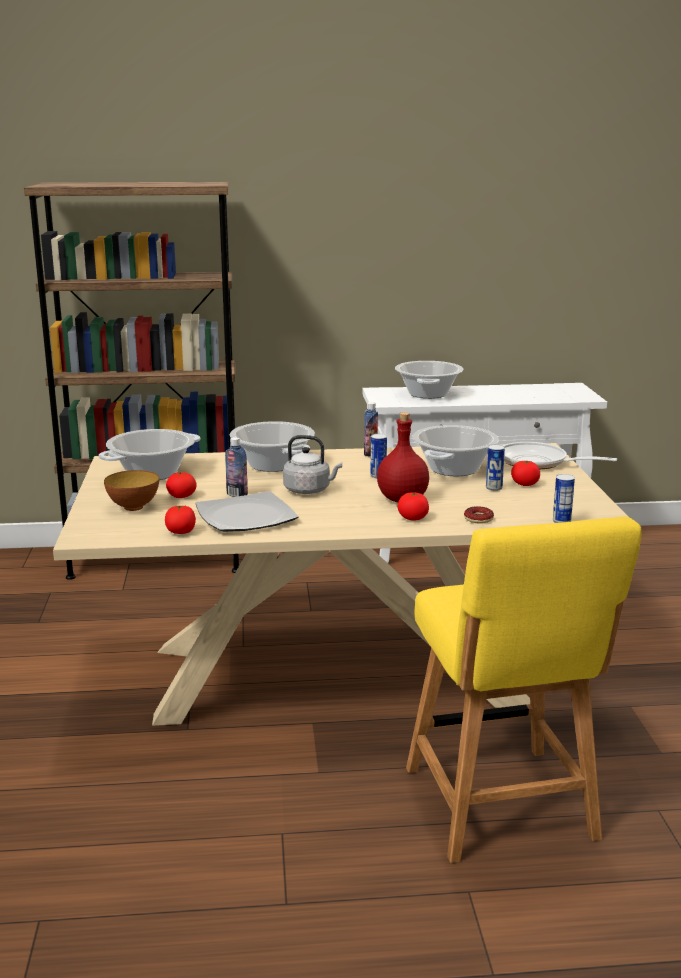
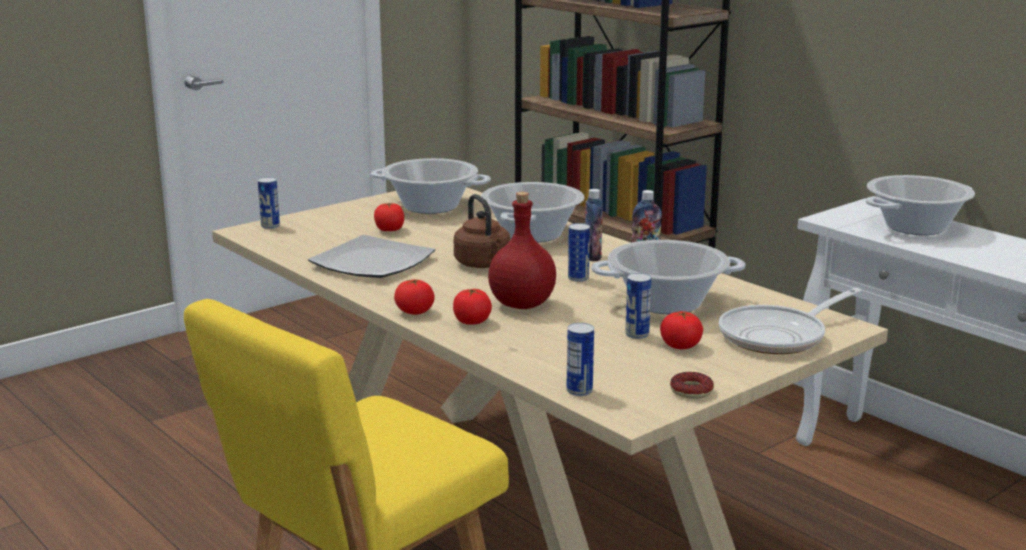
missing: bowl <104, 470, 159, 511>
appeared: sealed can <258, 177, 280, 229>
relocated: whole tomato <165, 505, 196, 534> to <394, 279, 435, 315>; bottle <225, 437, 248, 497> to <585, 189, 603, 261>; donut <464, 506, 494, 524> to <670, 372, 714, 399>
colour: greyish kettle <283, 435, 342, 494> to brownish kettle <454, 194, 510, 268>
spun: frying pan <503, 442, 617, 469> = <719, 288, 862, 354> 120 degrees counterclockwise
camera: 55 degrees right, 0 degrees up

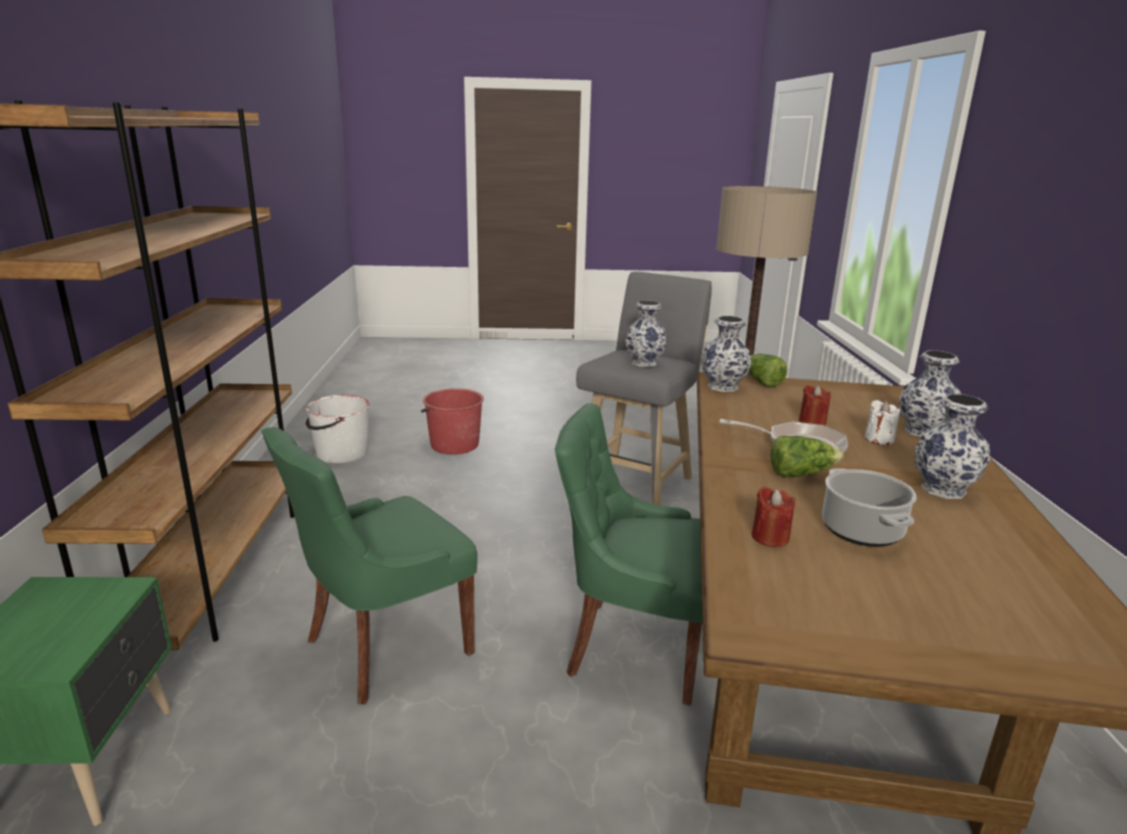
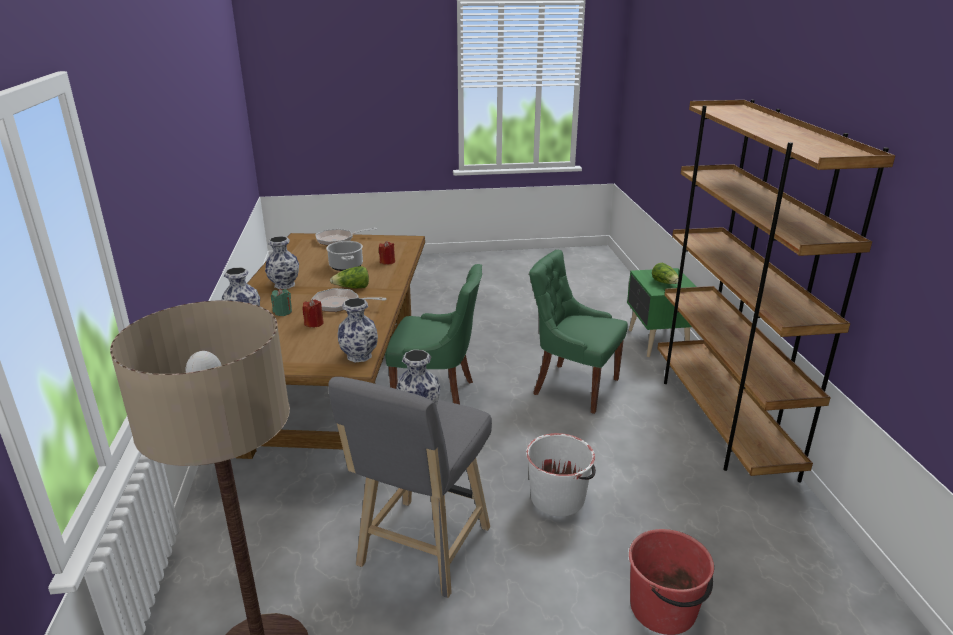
appeared: frying pan <315, 228, 377, 246>
relocated: white-coloured bucket <306, 395, 370, 463> to <526, 433, 596, 517>; lettuce <749, 354, 787, 387> to <652, 263, 679, 284>
colour: white-coloured wax candle <865, 400, 900, 445> to green wax candle <271, 289, 292, 316>
spun: green chair <262, 427, 478, 704> = <529, 250, 628, 414> 105 degrees counterclockwise
camera: 175 degrees right, 5 degrees up

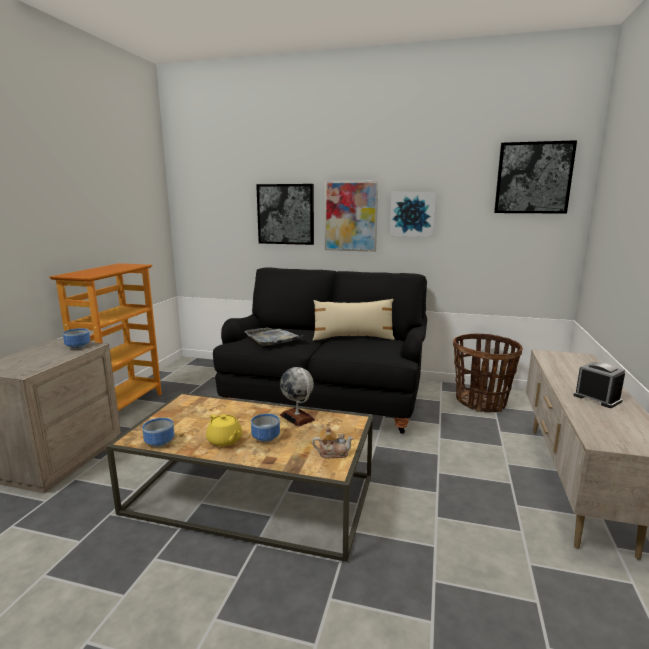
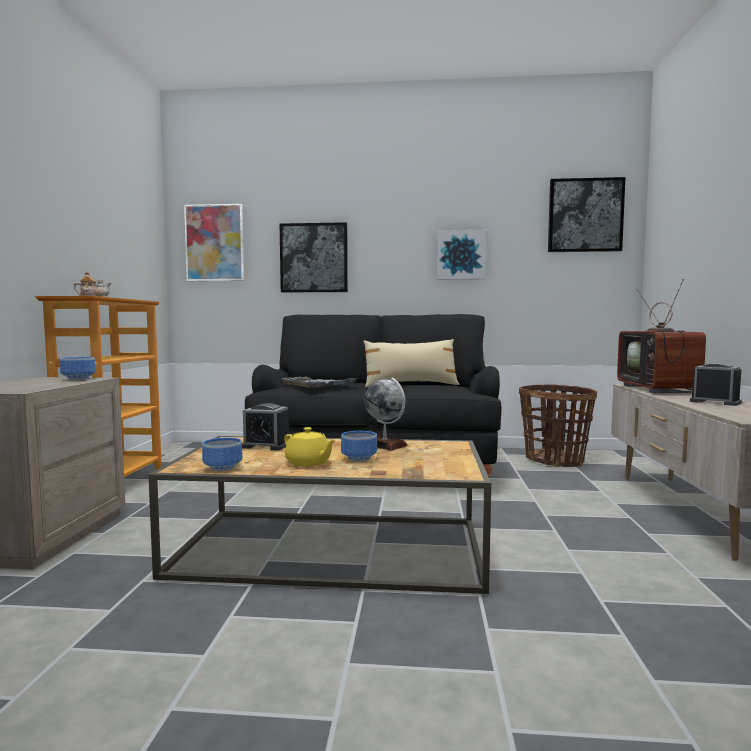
appeared: alarm clock <242, 403, 289, 450>; television <617, 279, 706, 393>
relocated: pot for tea <312, 426, 354, 459> to <73, 271, 111, 297>; picture <325, 181, 378, 252> to <184, 204, 244, 281>
camera: 10 degrees left, 10 degrees down

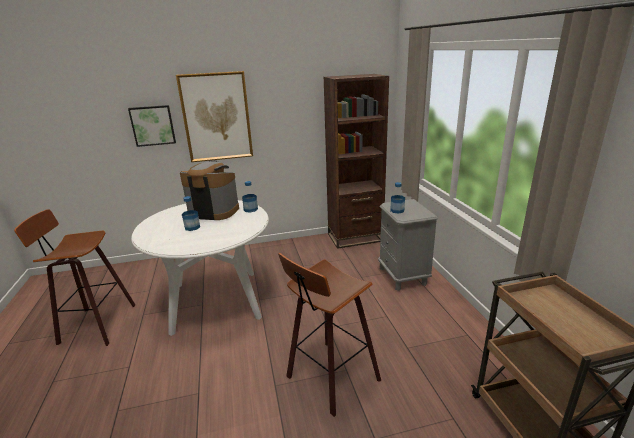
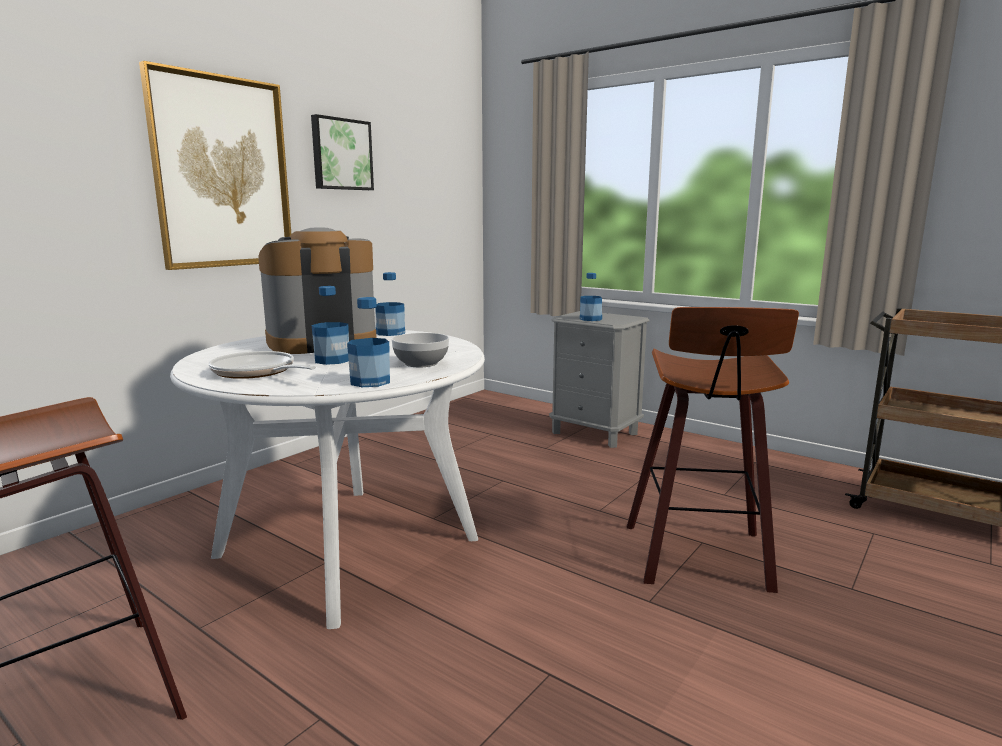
missing: brownish bookshelf <323, 74, 389, 249>
appeared: frying pan <209, 351, 316, 379>; bottle <347, 297, 390, 387>; bowl <392, 333, 449, 367>
relocated: picture <128, 105, 176, 147> to <311, 114, 374, 190>
camera: 40 degrees left, 10 degrees down

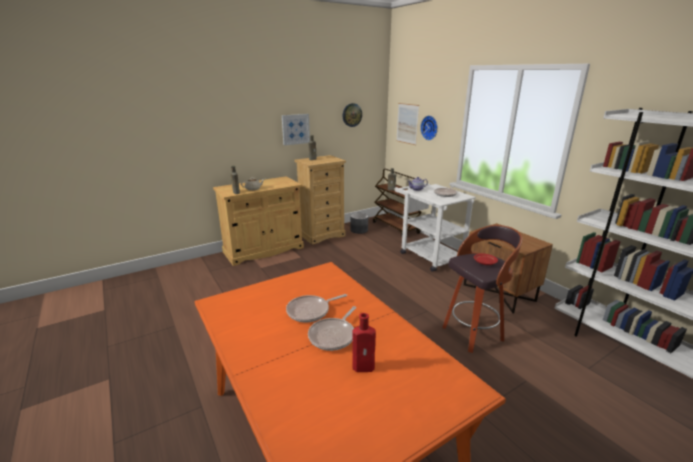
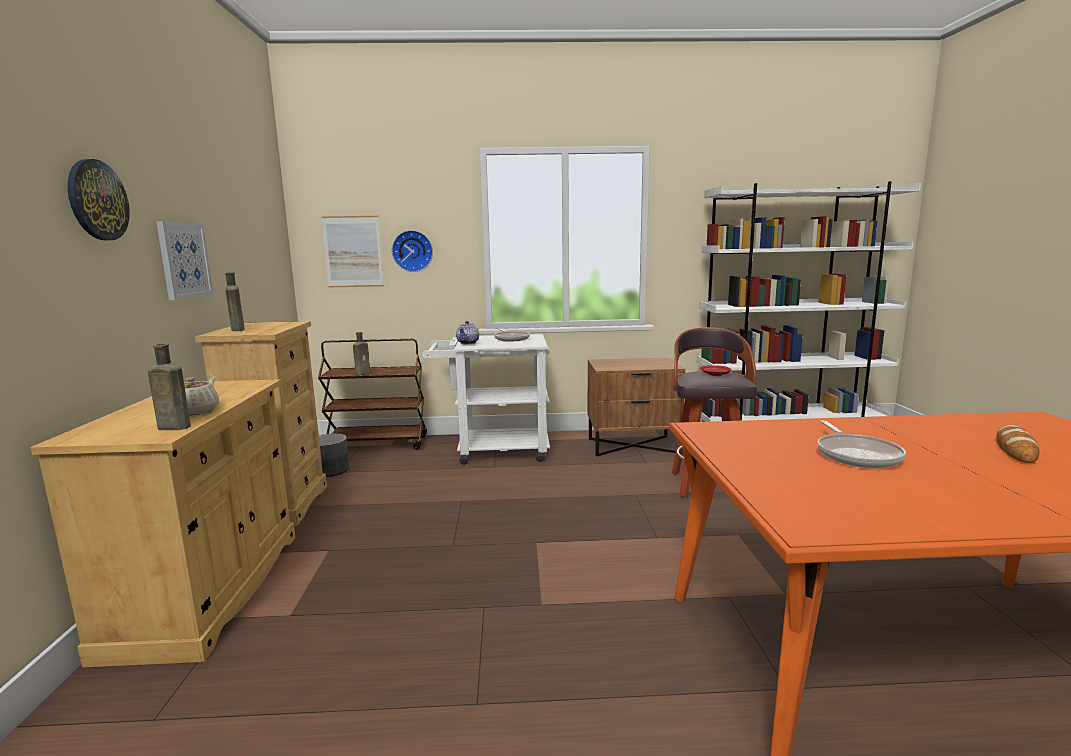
missing: frying pan <308, 306, 356, 351>
relocated: wall clock <343, 103, 362, 127> to <67, 159, 130, 240>
exchanged: red bottle <352, 313, 376, 372> to baked bread <996, 425, 1040, 463>
camera: 60 degrees left, 10 degrees down

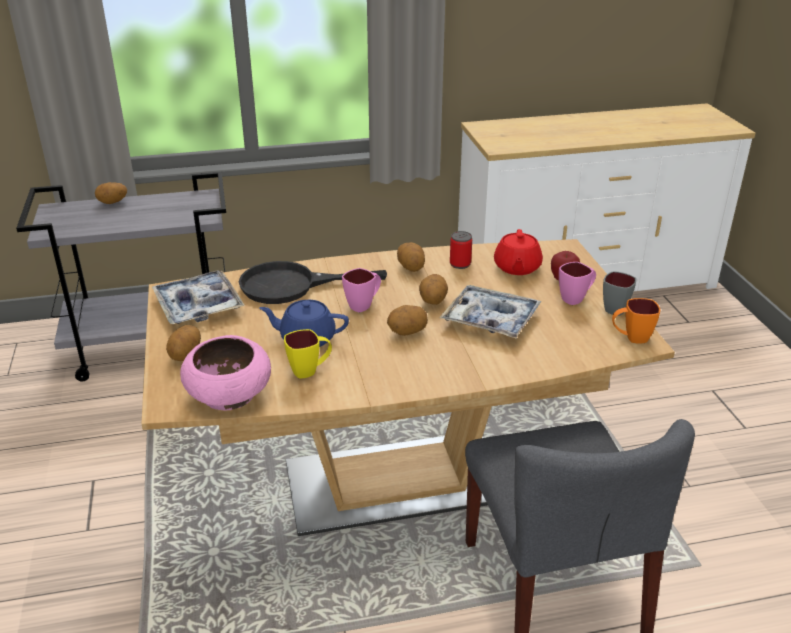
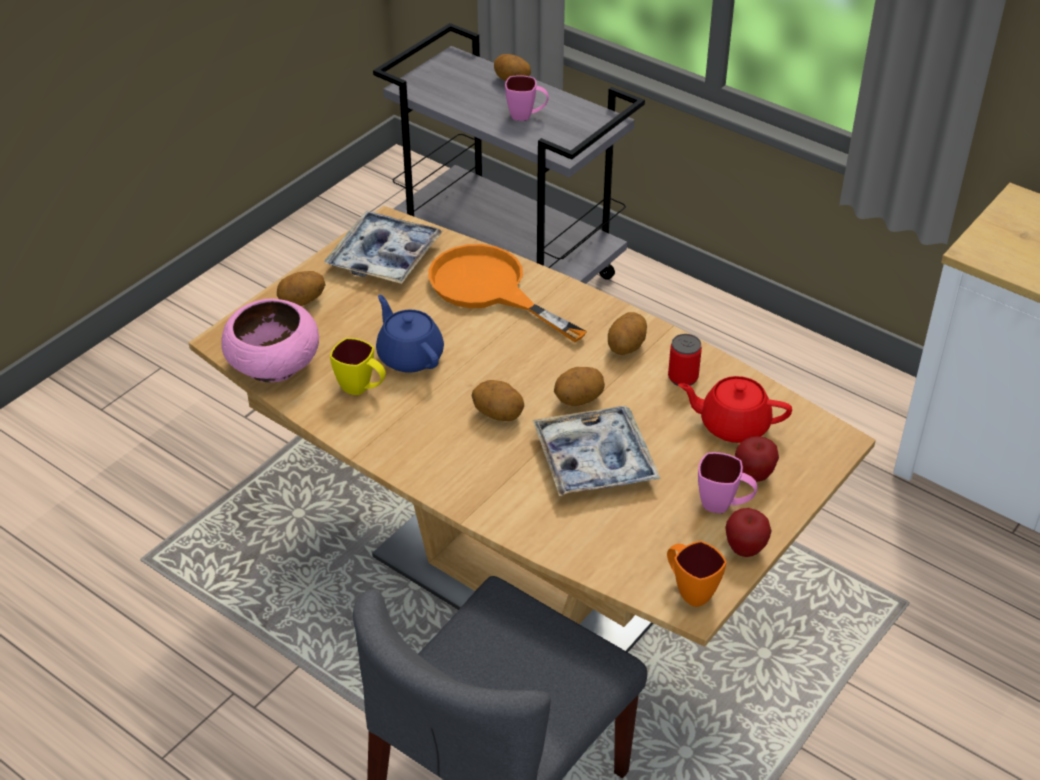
relocated: pink mug <342, 268, 381, 312> to <505, 75, 549, 121>
exchanged: greyish mug <603, 271, 636, 316> to apple fruit <725, 508, 771, 557>
colour: black frying pan <238, 261, 387, 304> to orange-coloured frying pan <429, 244, 587, 342>
spun: red pot for tea <494, 229, 543, 275> = <678, 376, 792, 443> 45 degrees clockwise
camera: 50 degrees right, 10 degrees up

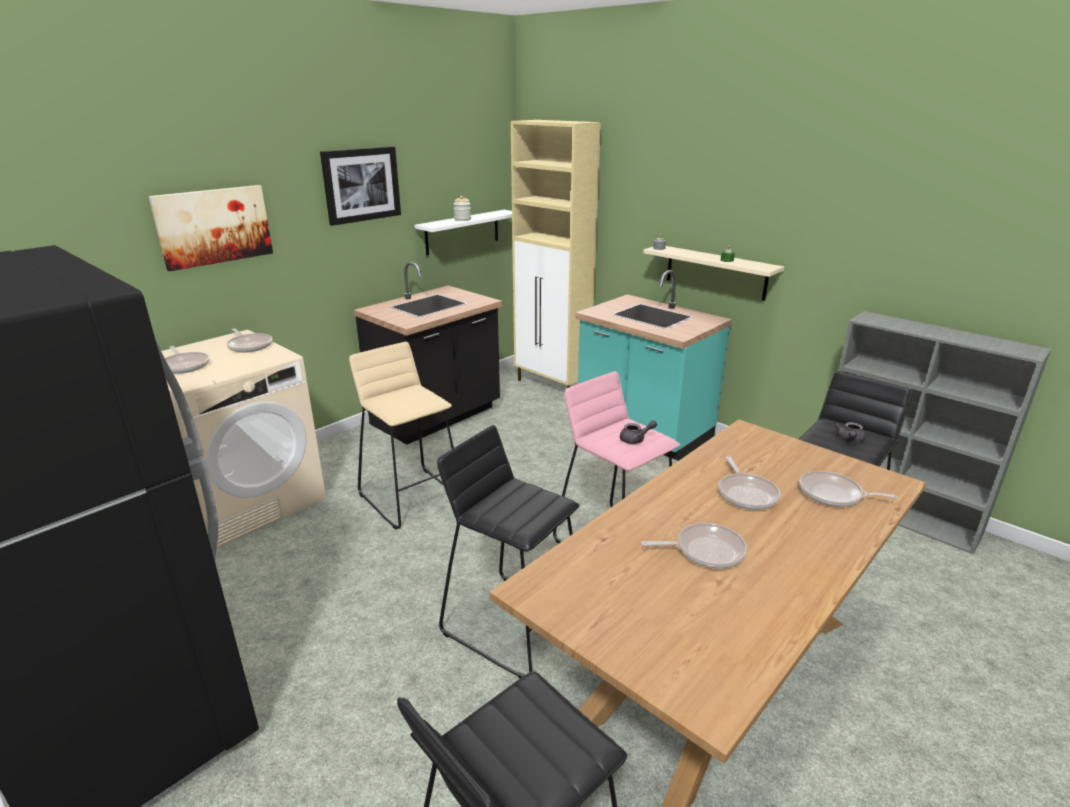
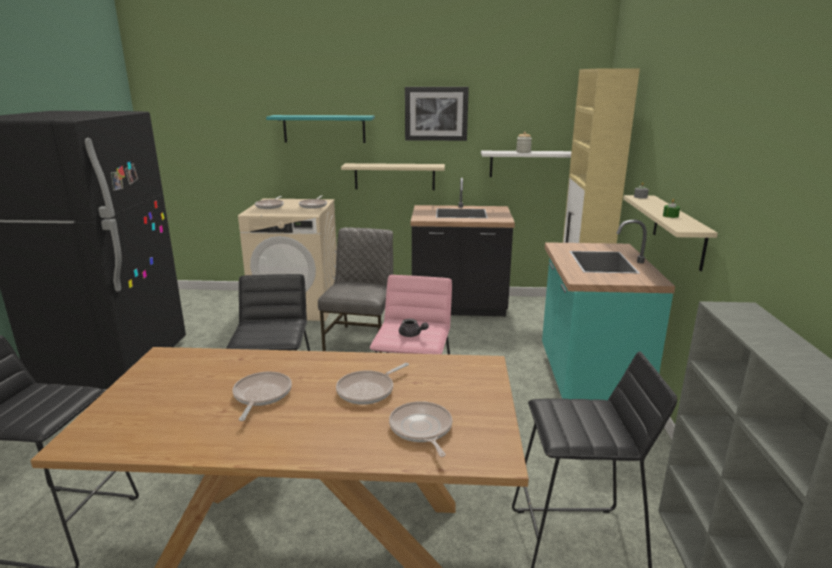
missing: greyish pot for tea <835, 422, 865, 443>
appeared: sand-coloured wall shelf <341, 163, 445, 190>
exchanged: picture <149, 185, 273, 271> to blue-green wall shelf <266, 115, 375, 143>; sand-coloured sitting stool <349, 342, 454, 529> to greyish chair <318, 227, 393, 353>
spun: frying pan <642, 523, 747, 569> = <232, 372, 292, 421> 135 degrees counterclockwise
camera: 50 degrees right, 5 degrees down

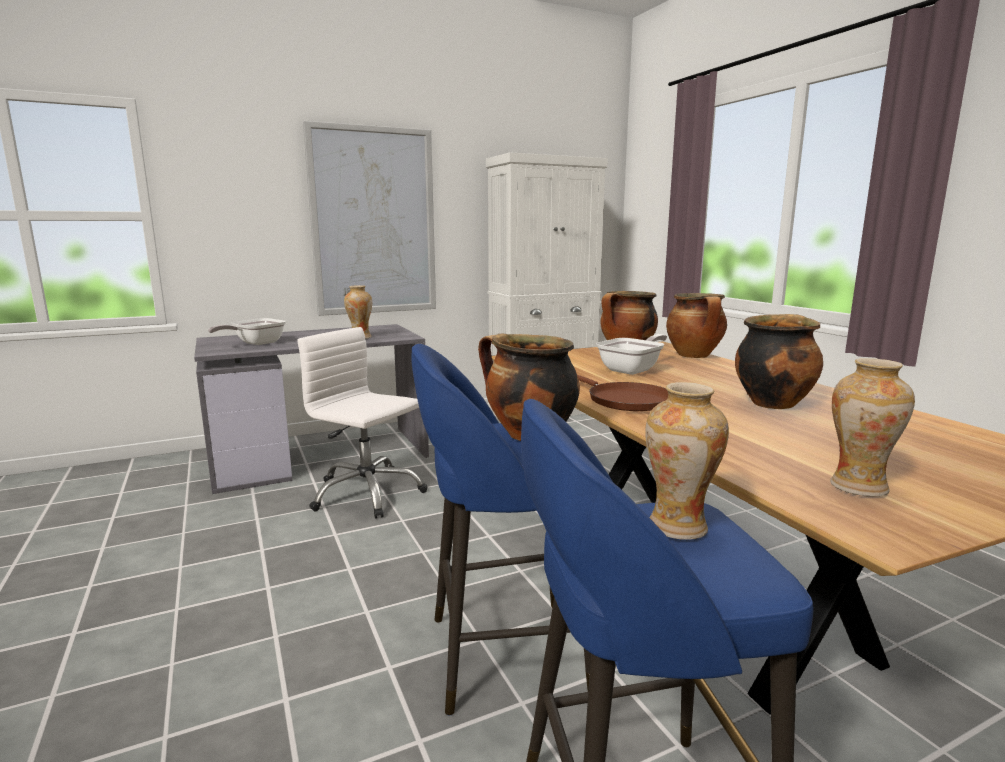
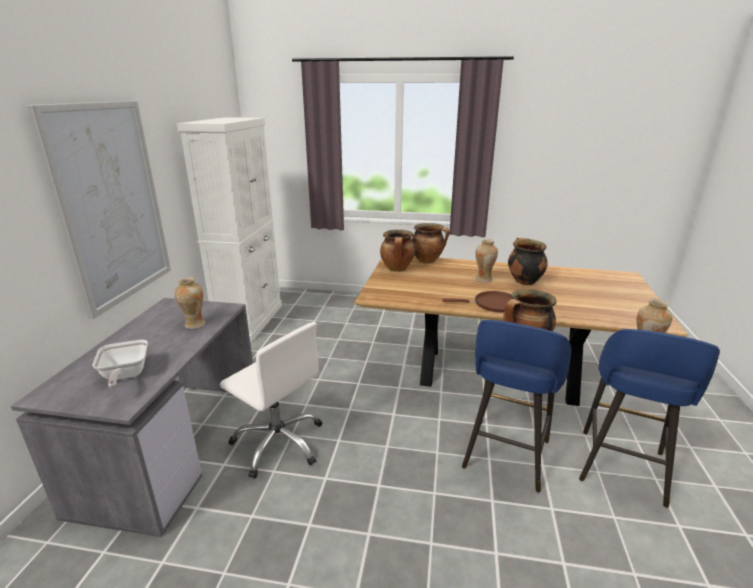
missing: frying pan <596, 334, 667, 375>
relocated: flower vase <830, 358, 915, 497> to <475, 239, 498, 282>
spun: white-coloured office chair <297, 327, 427, 519> = <220, 322, 322, 479> 120 degrees counterclockwise
camera: 55 degrees left, 10 degrees up

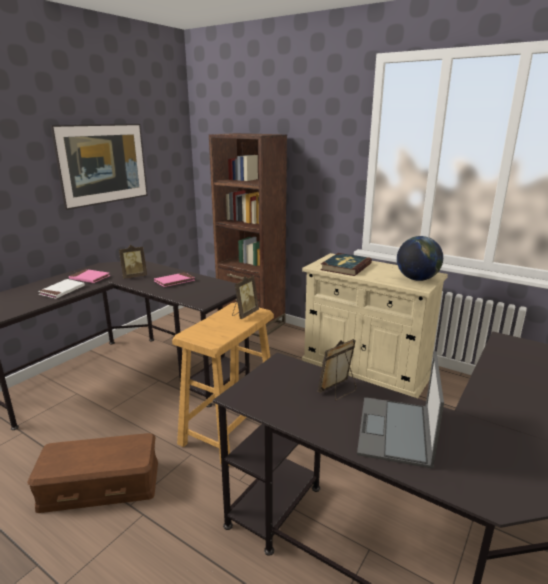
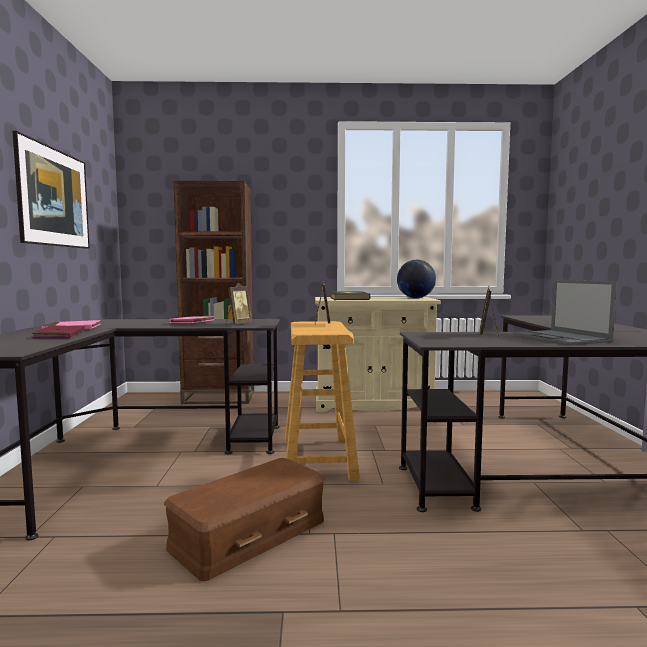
relocated: photo frame <119, 245, 147, 279> to <226, 282, 253, 325>
colour: white-coloured volume <38, 279, 85, 299> to red volume <32, 325, 85, 339>
camera: 35 degrees left, 15 degrees down

